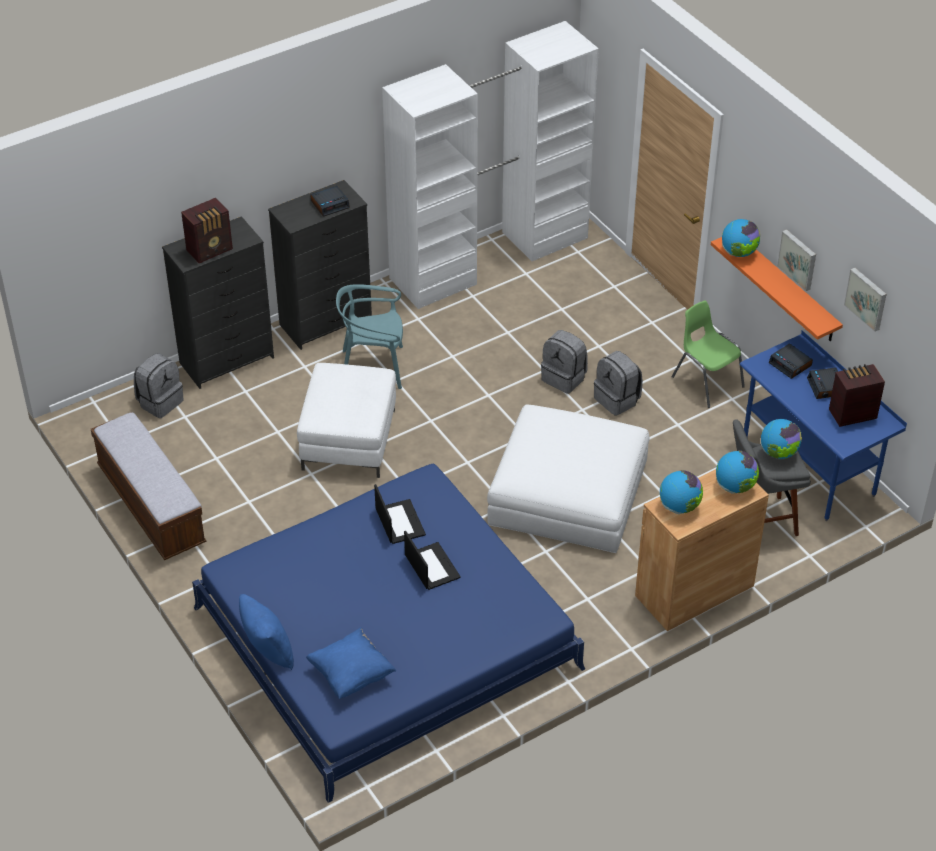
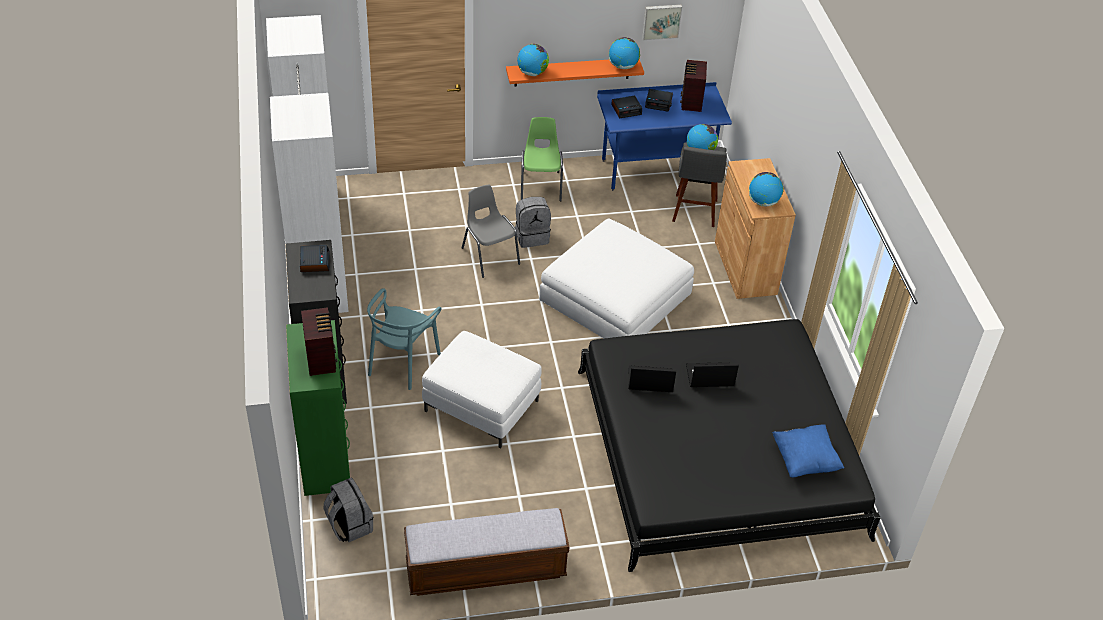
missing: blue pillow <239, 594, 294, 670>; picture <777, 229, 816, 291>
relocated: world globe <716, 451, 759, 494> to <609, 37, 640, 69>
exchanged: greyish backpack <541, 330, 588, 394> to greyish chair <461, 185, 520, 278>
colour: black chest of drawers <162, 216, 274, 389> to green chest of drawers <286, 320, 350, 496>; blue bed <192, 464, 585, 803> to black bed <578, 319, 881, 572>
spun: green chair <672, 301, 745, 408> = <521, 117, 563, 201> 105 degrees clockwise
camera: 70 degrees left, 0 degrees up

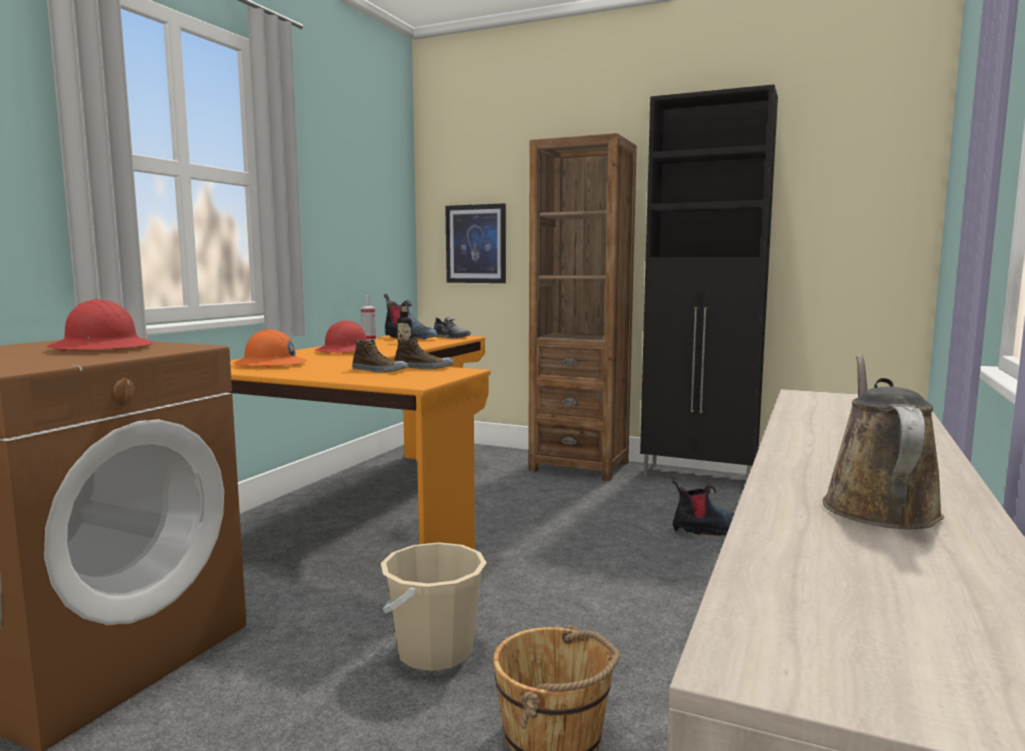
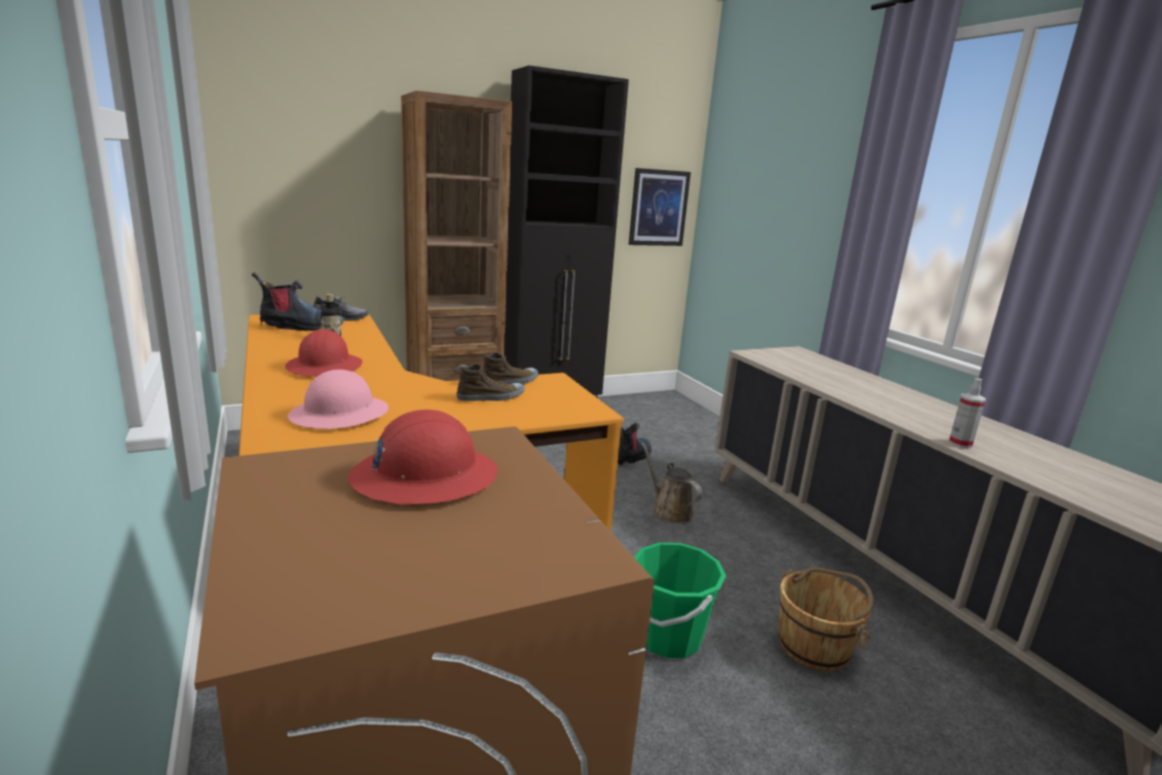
relocated: sprayer <361, 295, 376, 341> to <949, 378, 986, 448>; picture <445, 203, 506, 283> to <629, 168, 691, 246>; brownish sprinkling can <823, 354, 944, 529> to <641, 443, 702, 524>
colour: orange-coloured hard hat <233, 329, 308, 368> to pink hard hat <288, 369, 389, 429>; sand-coloured bucket <381, 542, 487, 671> to green bucket <634, 543, 726, 658>
camera: 50 degrees left, 10 degrees up

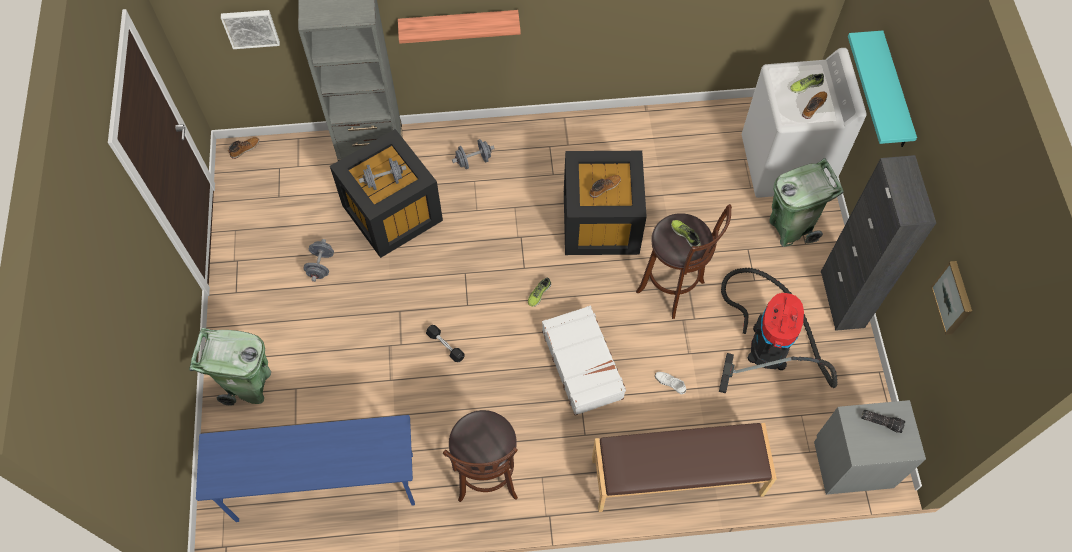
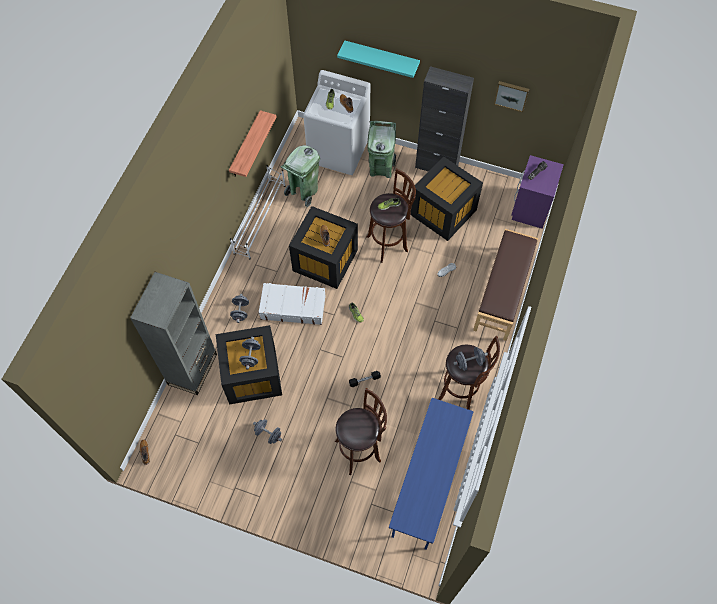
missing: picture <221, 10, 280, 49>
appeared: white-coloured shoe rack <230, 165, 285, 259>; brownish sitting stool <335, 388, 387, 475>; greyish dumbbell <453, 347, 488, 371>
relocated: green waste bin <189, 328, 271, 405> to <281, 145, 320, 207>; wall shelf <398, 10, 521, 44> to <229, 110, 276, 177>; white-coloured travel case <542, 306, 626, 416> to <258, 283, 326, 325>
exchanged: hoover <719, 268, 837, 393> to black storage box <410, 156, 483, 241>
colour: greyish bedside table <814, 400, 926, 495> to purple bedside table <511, 155, 564, 229>
camera: 65 degrees left, 0 degrees up

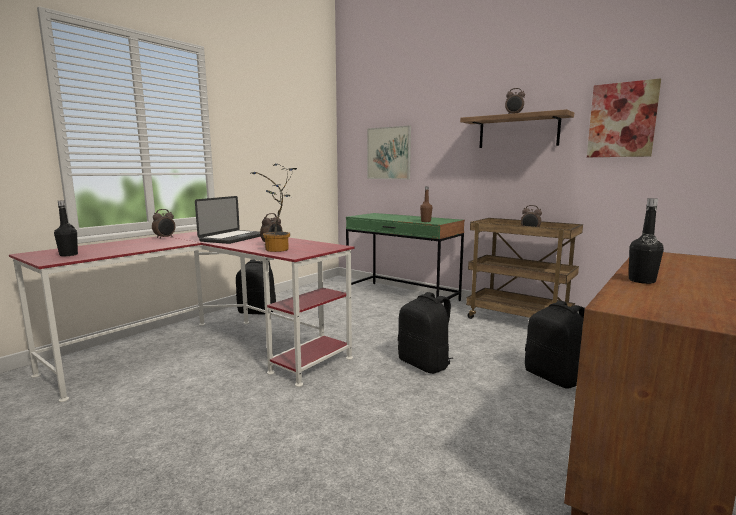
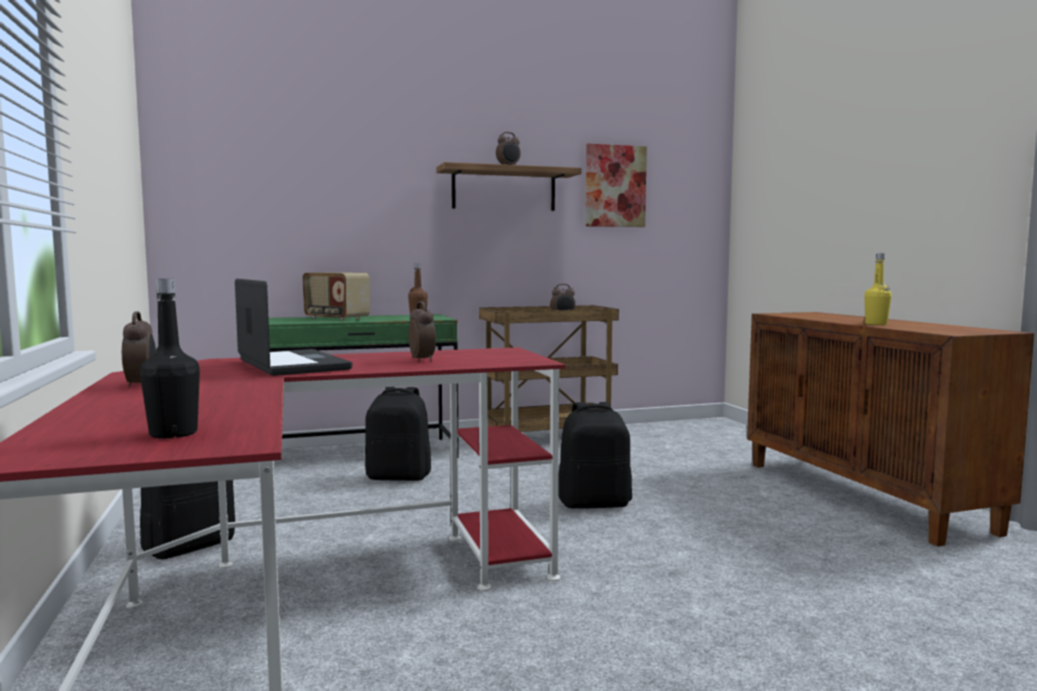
missing: plant in a pot <250, 164, 297, 252>; picture <367, 125, 411, 180>
appeared: radio <302, 272, 370, 321>
relocated: black backpack <525, 300, 585, 388> to <365, 387, 431, 481>
colour: black bottle <629, 198, 664, 284> to yellowish bottle <864, 254, 892, 325>
camera: 55 degrees left, 5 degrees down

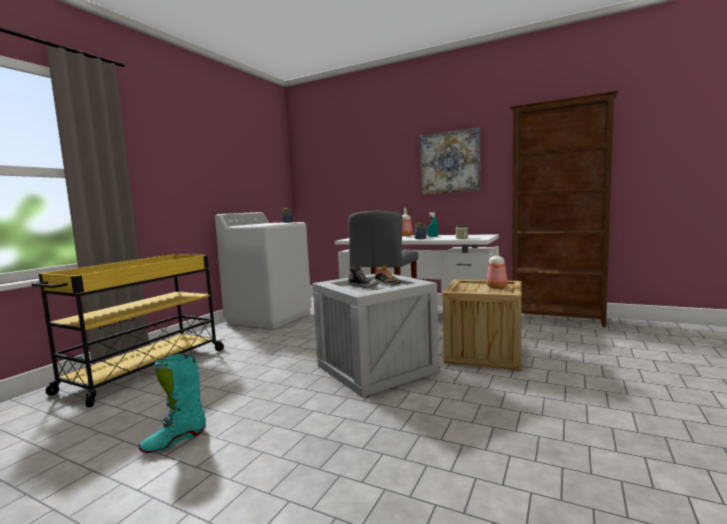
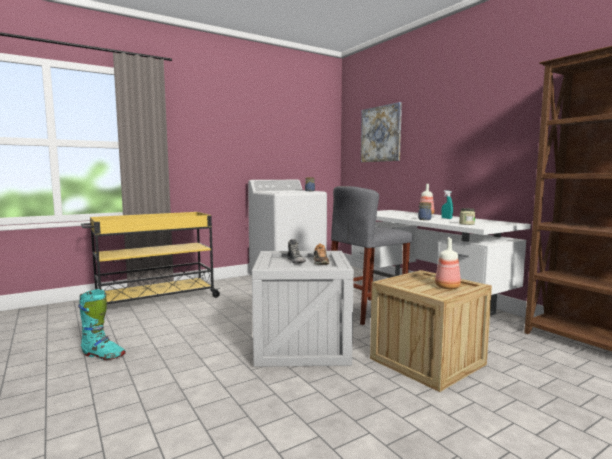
relocated: picture <420, 128, 480, 194> to <361, 102, 402, 162>
spun: blue-green boot <139, 354, 206, 453> = <78, 289, 126, 360> 150 degrees counterclockwise
camera: 30 degrees right, 0 degrees up

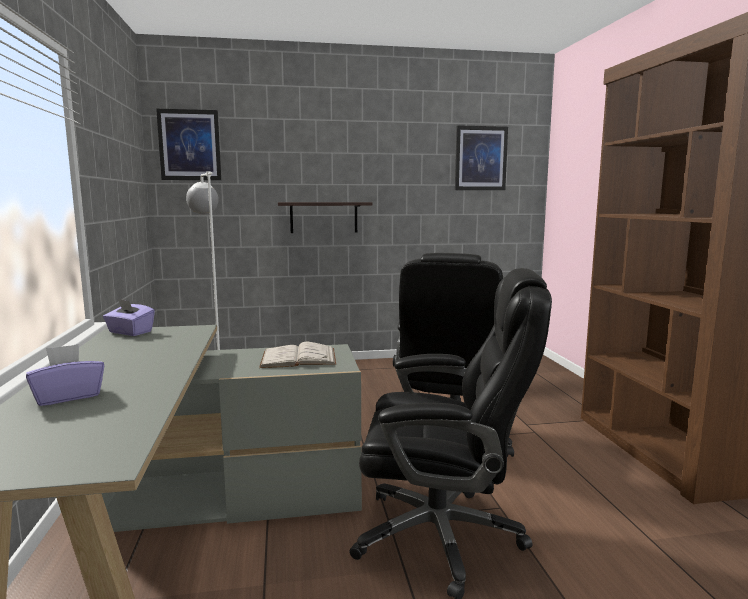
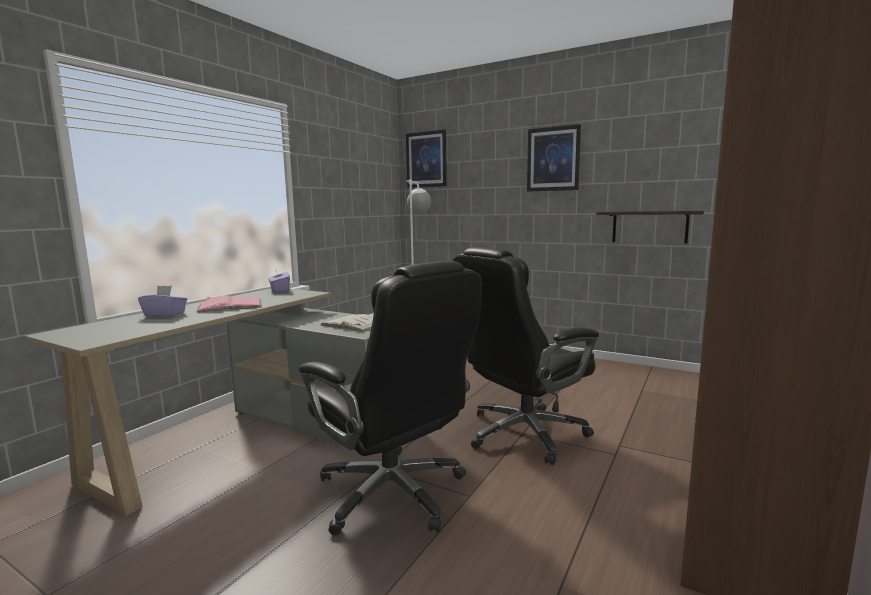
appeared: pink volume <197, 295, 262, 312>
relocated: wall shelf <278, 202, 373, 233> to <596, 210, 704, 243>; picture <455, 125, 508, 190> to <527, 124, 581, 192>
camera: 40 degrees right, 0 degrees up

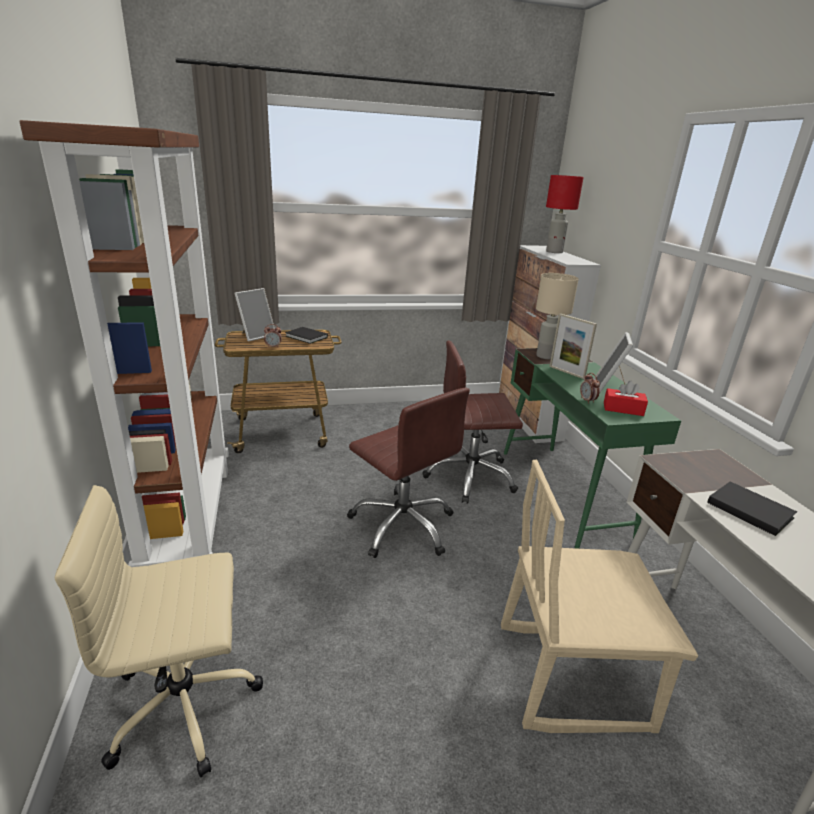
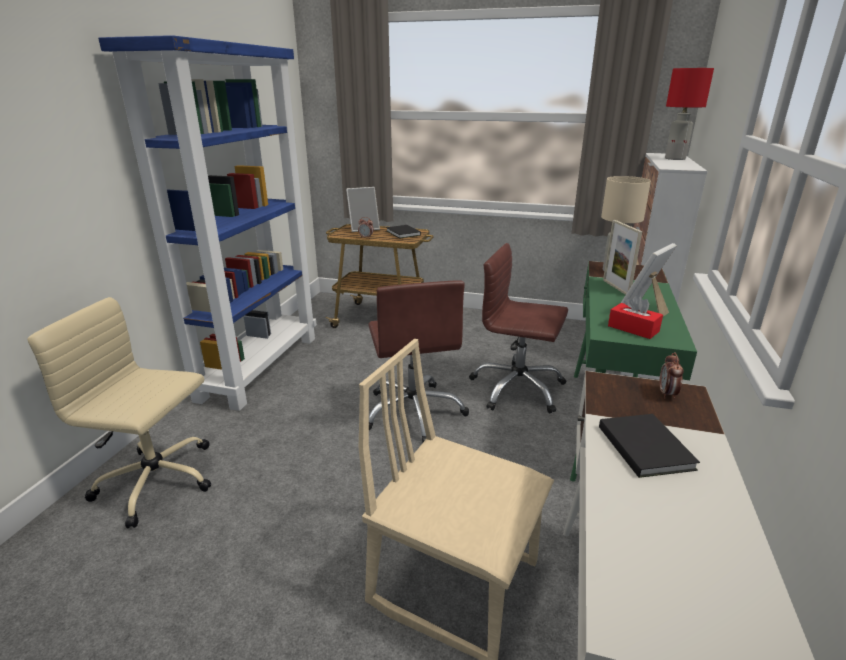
relocated: alarm clock <580, 373, 600, 404> to <660, 352, 683, 399>
colour: brownish bookshelf <19, 120, 229, 567> to blue bookshelf <98, 35, 317, 411>
camera: 30 degrees right, 0 degrees up

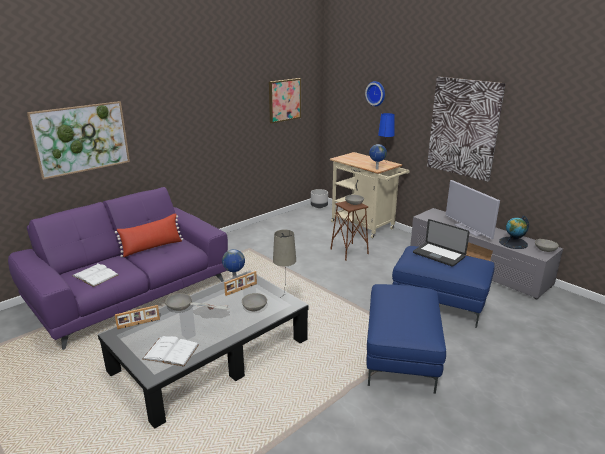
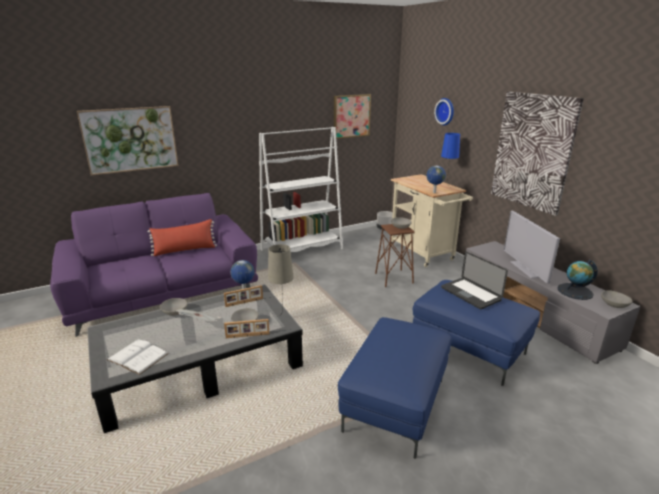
missing: white-coloured volume <72, 263, 118, 287>
appeared: white-coloured bookshelf <259, 127, 343, 252>
relocated: photo frame <115, 305, 160, 329> to <224, 319, 269, 338>
camera: 15 degrees right, 0 degrees up

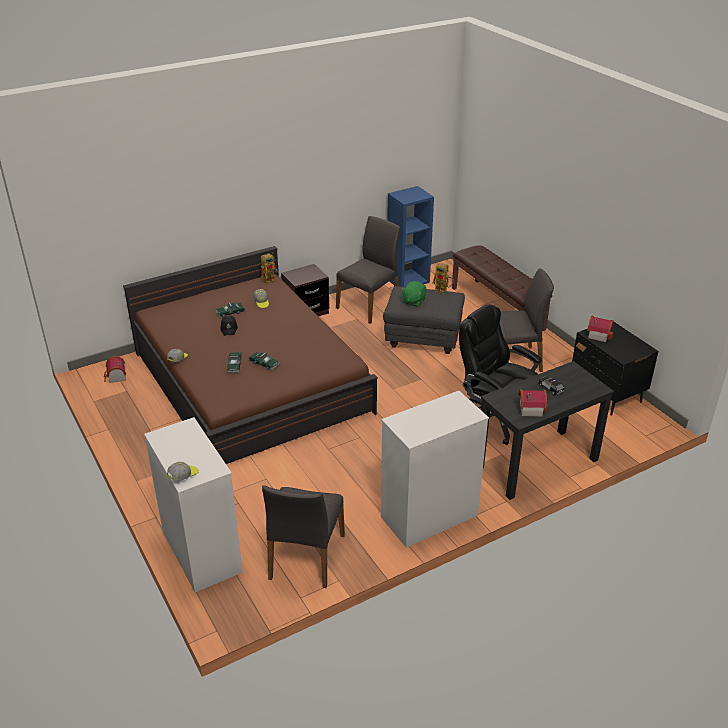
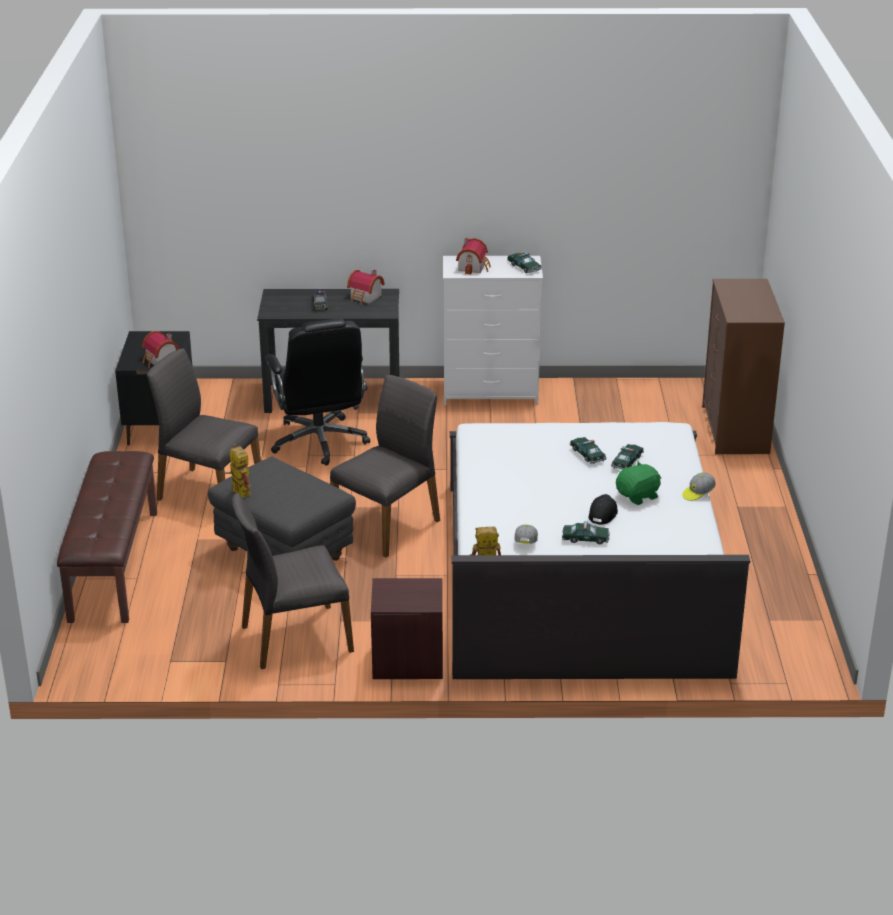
missing: peaked cap <167, 462, 199, 481>; blue bookshelf <387, 186, 434, 287>
appeared: toy car <507, 253, 542, 273>
relocated: toy house <104, 356, 126, 383> to <456, 238, 491, 275>; greyish chair <262, 485, 345, 588> to <330, 375, 440, 557>; green plush toy <401, 281, 427, 307> to <616, 462, 661, 505>
colour: brownish bed <123, 246, 378, 464> to white-coloured bed <450, 422, 750, 679>; white-coloured chest of drawers <144, 417, 243, 592> to brownish chest of drawers <702, 279, 785, 454>
camera: 150 degrees left, 5 degrees down

